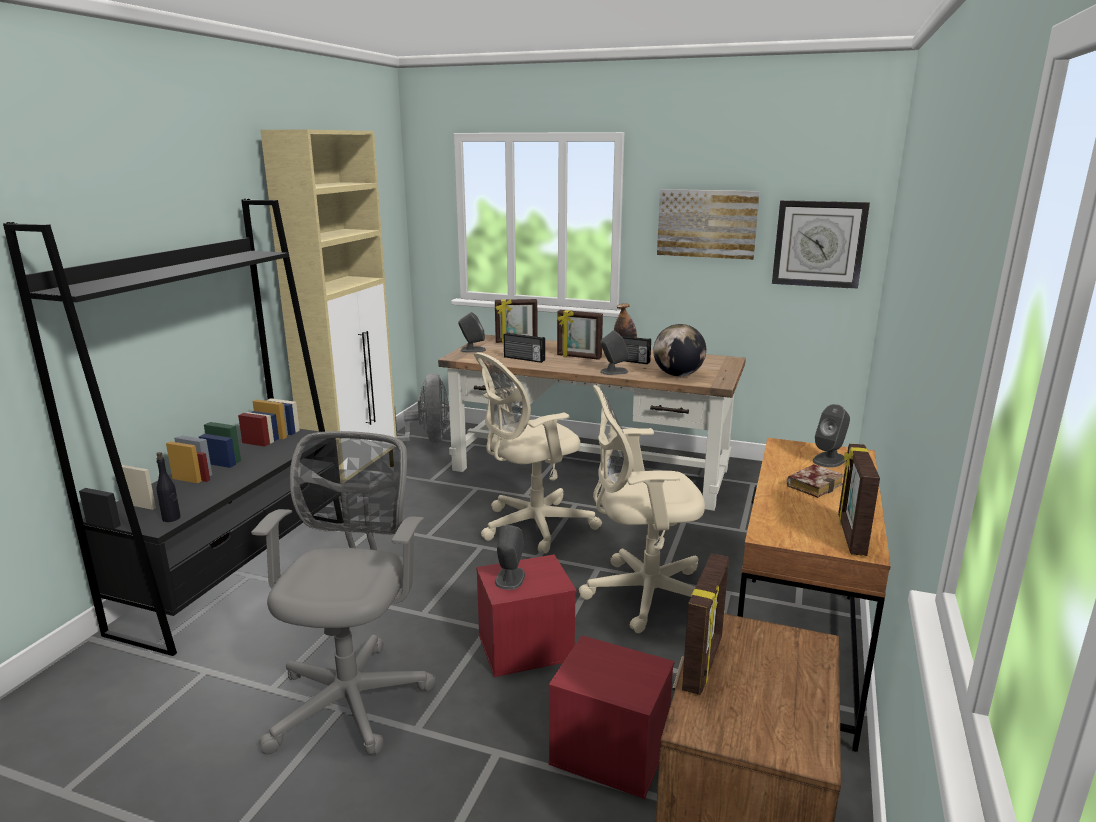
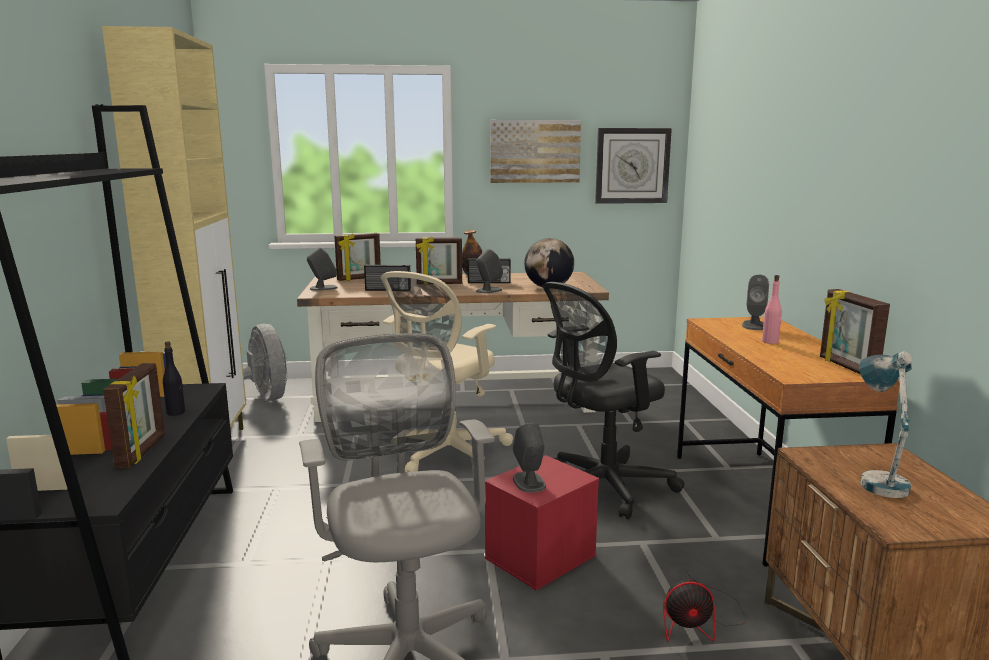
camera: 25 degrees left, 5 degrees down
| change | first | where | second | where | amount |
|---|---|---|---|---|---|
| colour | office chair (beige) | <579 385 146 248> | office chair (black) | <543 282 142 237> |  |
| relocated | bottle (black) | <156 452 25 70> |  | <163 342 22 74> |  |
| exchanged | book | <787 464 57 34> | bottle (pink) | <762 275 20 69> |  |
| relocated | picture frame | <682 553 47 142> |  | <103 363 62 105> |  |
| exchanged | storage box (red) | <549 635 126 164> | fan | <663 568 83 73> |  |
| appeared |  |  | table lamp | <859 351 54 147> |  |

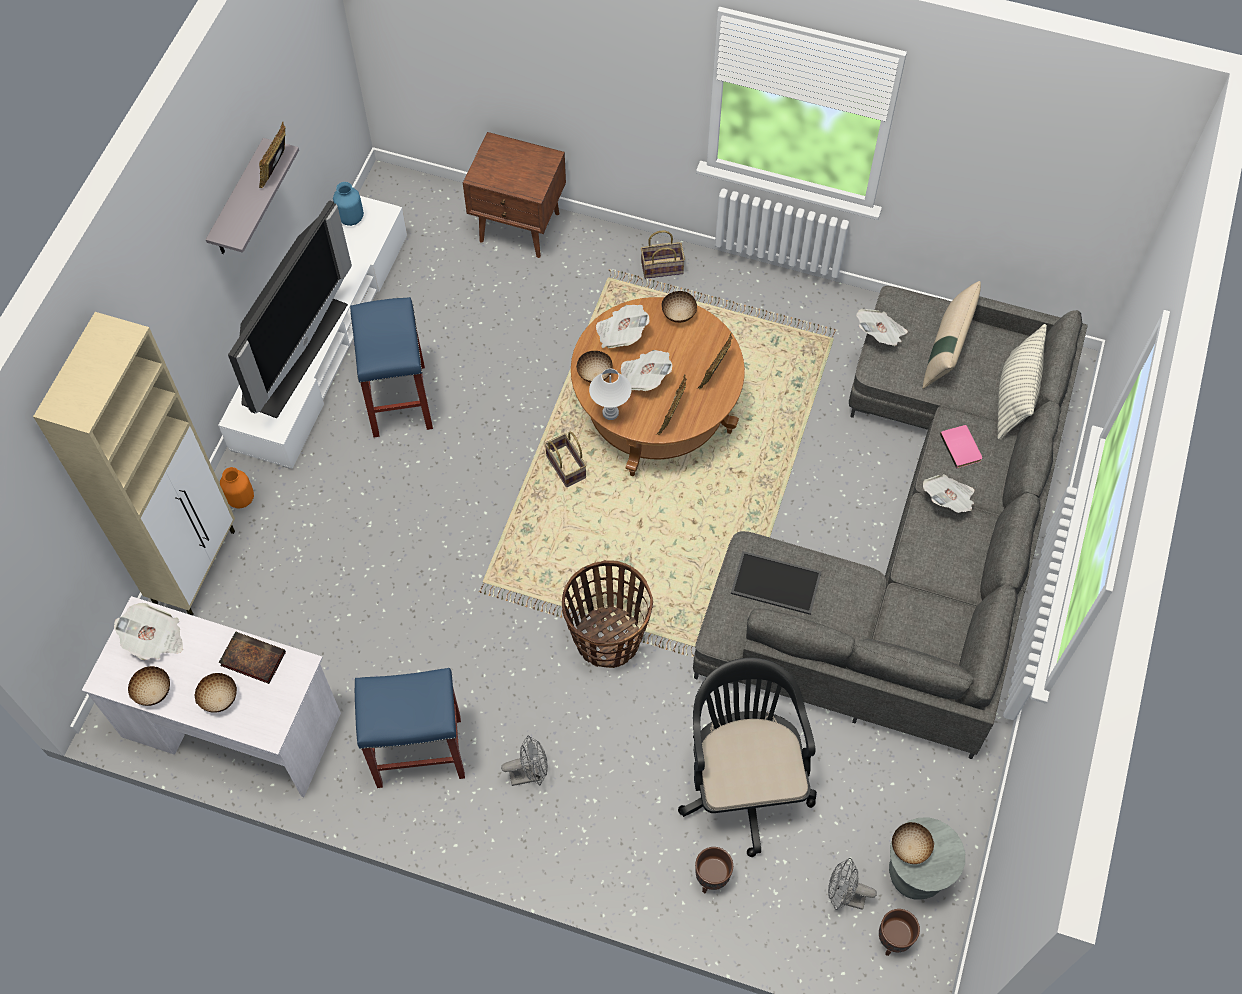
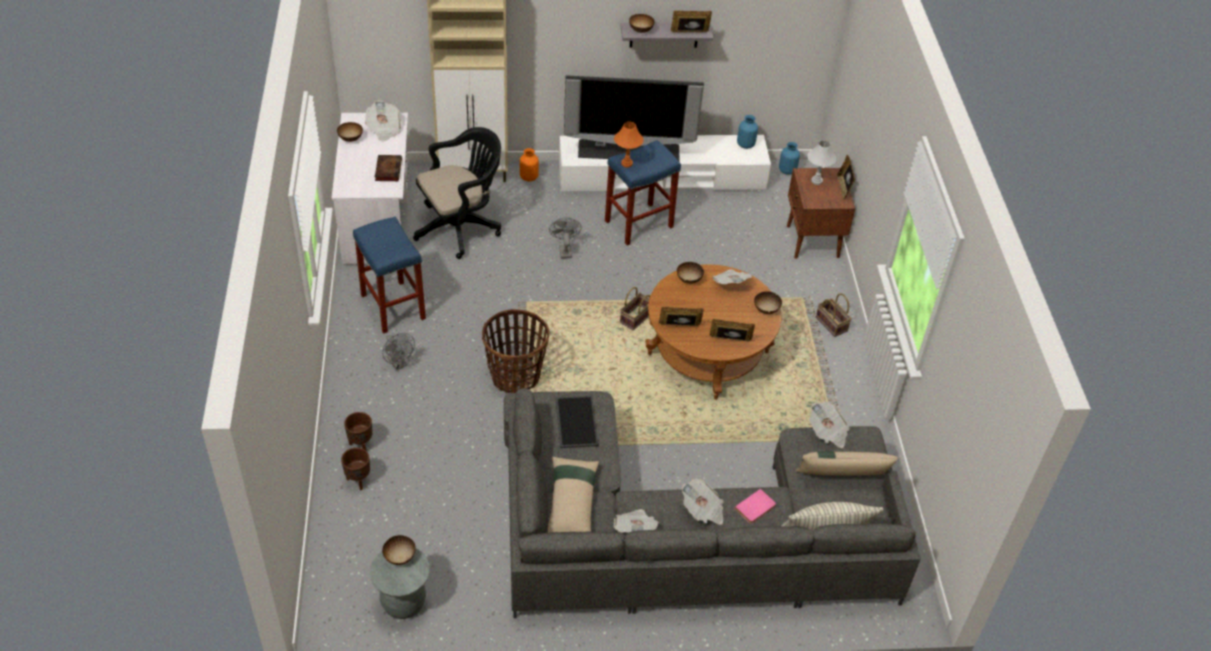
camera: 65 degrees right, 15 degrees down
| change | first | where | second | where | amount |
|---|---|---|---|---|---|
| relocated | newspaper | <621 350 51 41> |  | <613 509 46 24> |  |
| relocated | table lamp (white) | <589 369 43 51> |  | <807 140 29 45> |  |
| relocated | office chair (black) | <678 658 139 199> |  | <413 127 88 132> |  |
| relocated | bowl | <195 673 42 40> |  | <629 14 26 19> |  |
| relocated | fan (grey) | <828 858 49 52> |  | <549 217 32 42> |  |
| relocated | planter (brown) | <879 909 41 47> |  | <344 412 28 38> |  |
| appeared |  |  | table lamp (orange) | <614 122 30 46> |  |
| appeared |  |  | vase (blue) | <779 142 21 33> |  |
| appeared |  |  | picture frame | <837 155 18 44> |  |
| appeared |  |  | pillow (beige) | <548 457 51 76> |  |

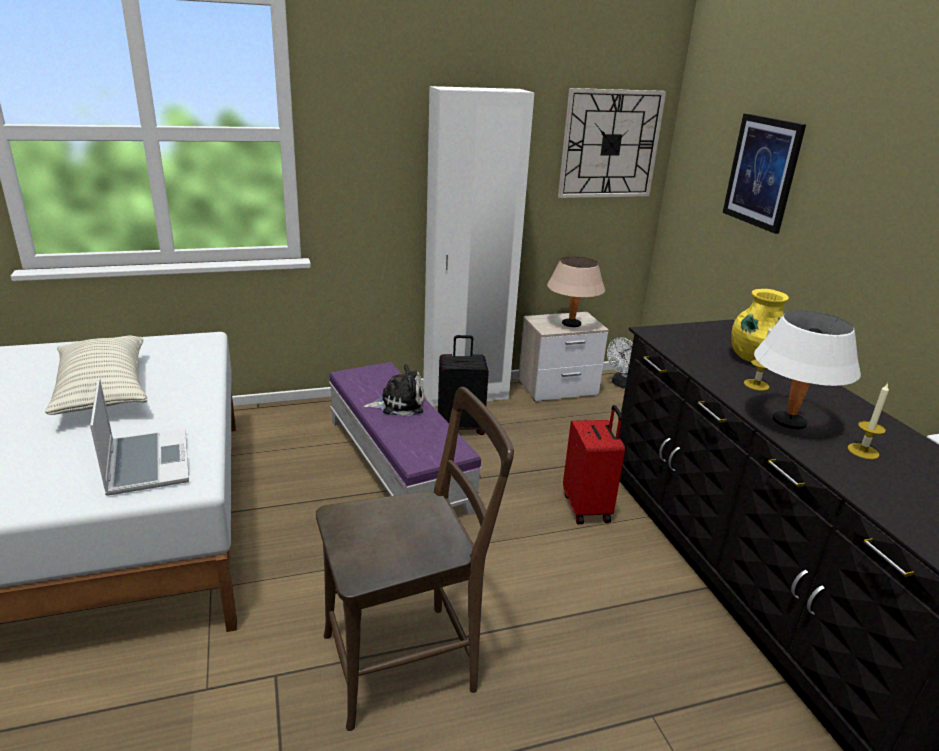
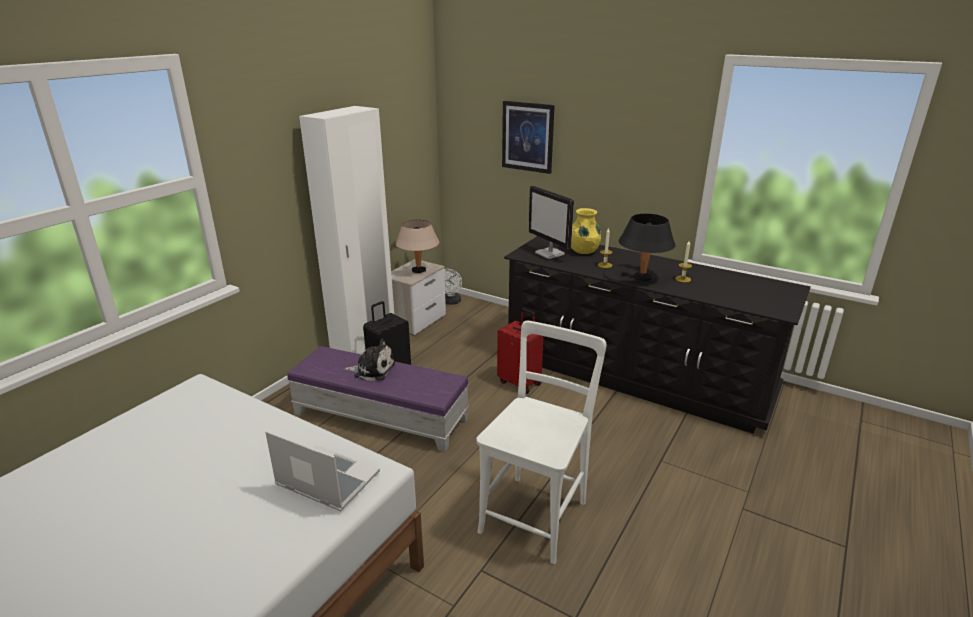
camera: 40 degrees left, 0 degrees up
| change | first | where | second | where | amount |
|---|---|---|---|---|---|
| missing | wall clock | <558 88 108 110> |  |  |  |
| colour | table lamp (white) | <754 310 107 119> | table lamp (black) | <619 214 56 67> |  |
| missing | pillow | <45 335 102 80> |  |  |  |
| spun | plush toy | <363 364 61 52> |  | <344 339 51 42> | 60 degrees clockwise |
| colour | chair (brown) | <316 387 198 344> | chair (white) | <476 321 130 243> |  |
| appeared |  |  | monitor | <529 186 45 73> |  |

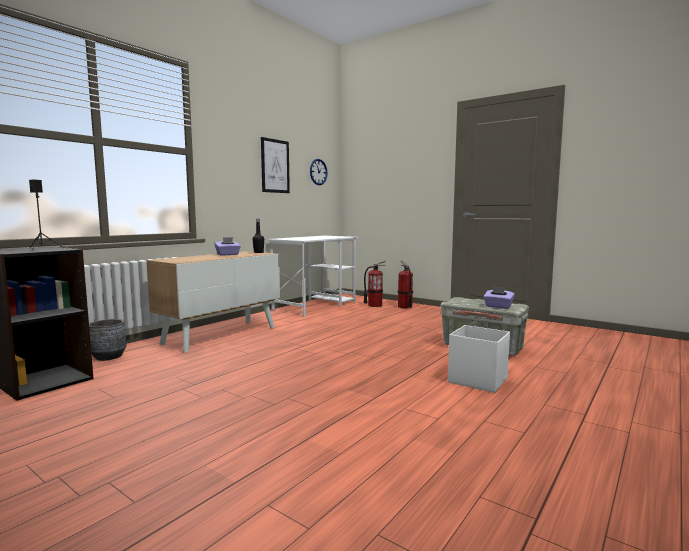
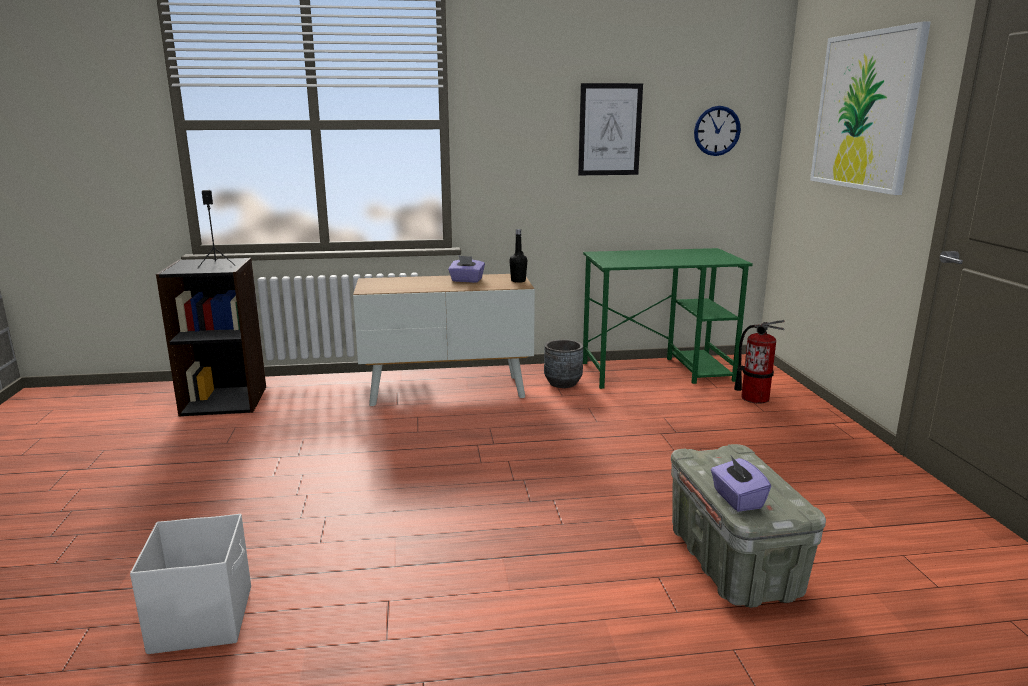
camera: 45 degrees right, 10 degrees up
| change | first | where | second | where | amount |
|---|---|---|---|---|---|
| colour | desk (white) | <268 236 90 80> | desk (green) | <583 248 170 141> |  |
| missing | fire extinguisher | <398 260 15 48> |  |  |  |
| relocated | planter (grey) | <89 319 38 42> |  | <544 339 39 49> |  |
| relocated | storage box (white) | <448 325 62 68> |  | <130 514 121 140> |  |
| appeared |  |  | picture | <810 22 121 173> |  |

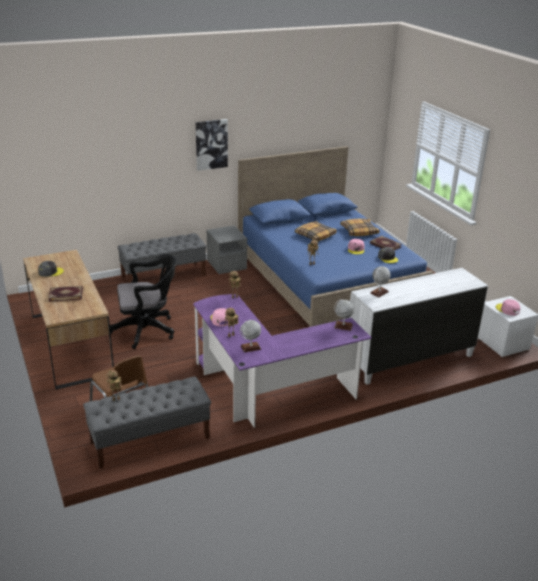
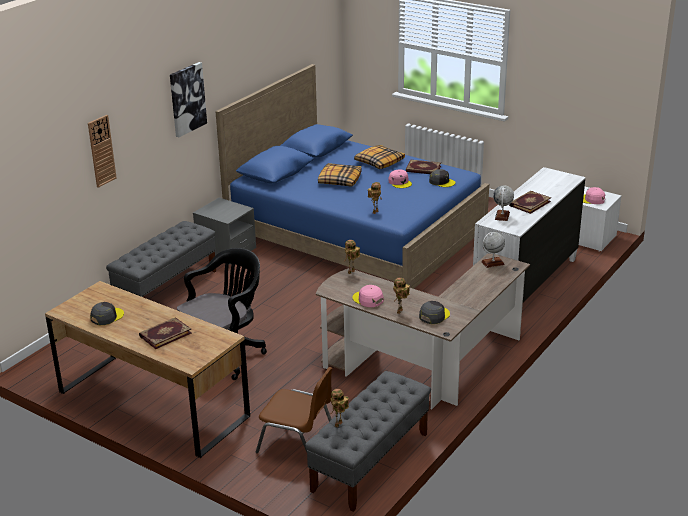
camera: 30 degrees left, 0 degrees up
| change | first | where | second | where | amount |
|---|---|---|---|---|---|
| colour | desk (purple) | <193 294 179 134> | desk (brown) | <316 253 214 156> |  |
| exchanged | globe | <240 320 21 33> | cap (grey) | <419 301 31 23> |  |
| appeared |  |  | wall clock | <88 115 29 73> |  |
| appeared |  |  | book | <509 191 42 23> |  |

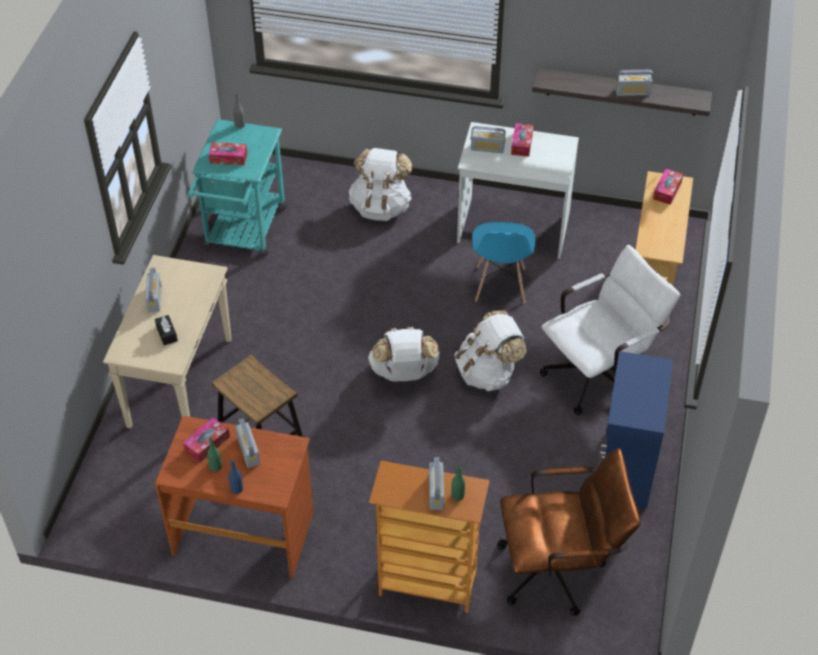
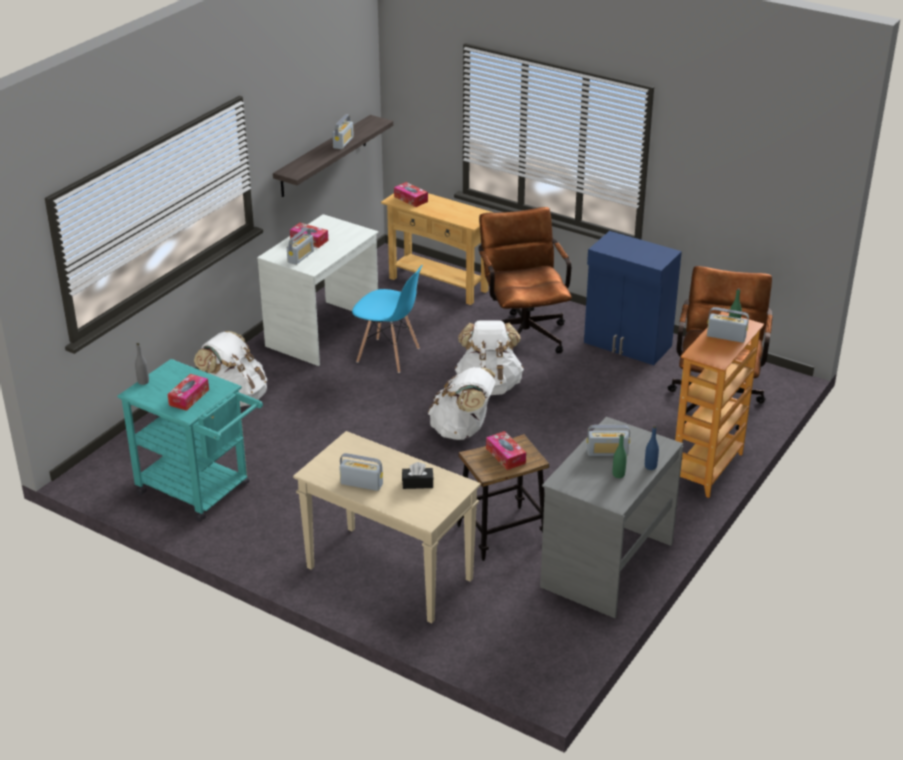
camera: 70 degrees left, 15 degrees down
| change | first | where | second | where | amount |
|---|---|---|---|---|---|
| colour | office chair (white) | <540 245 140 170> | office chair (brown) | <478 207 94 146> |  |
| colour | desk (brown) | <155 416 159 162> | desk (grey) | <540 417 143 201> |  |
| relocated | tissue box | <183 417 47 46> |  | <486 431 40 39> |  |

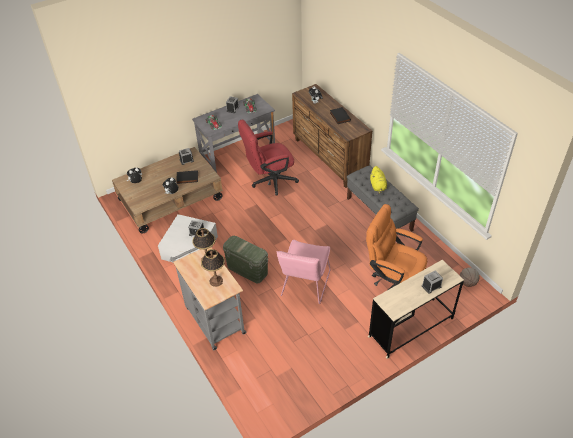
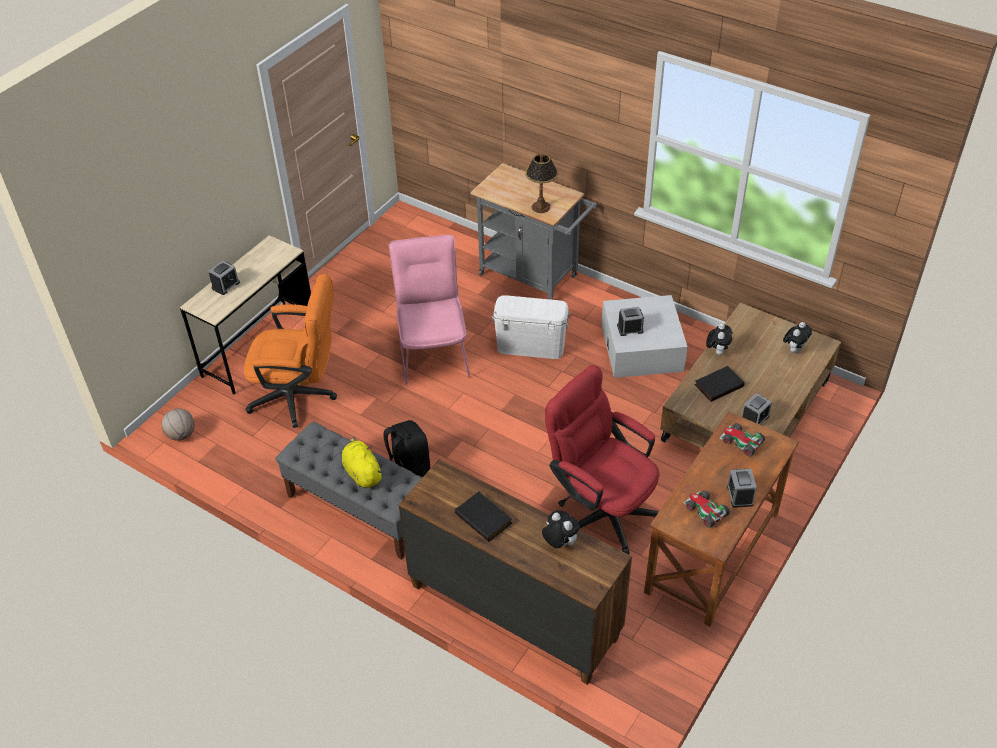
camera: 155 degrees right, 0 degrees up
| change | first | where | second | where | amount |
|---|---|---|---|---|---|
| colour | desk (grey) | <192 94 83 79> | desk (brown) | <644 411 155 216> |  |
| spun | office chair (red) | <238 120 61 76> |  | <545 365 115 189> | 90 degrees counterclockwise |
| colour | storage box (green) | <223 236 46 48> | storage box (white) | <492 295 78 64> |  |
| missing | table lamp | <201 249 24 38> |  |  |  |
| appeared |  |  | backpack (black) | <383 420 47 57> |  |

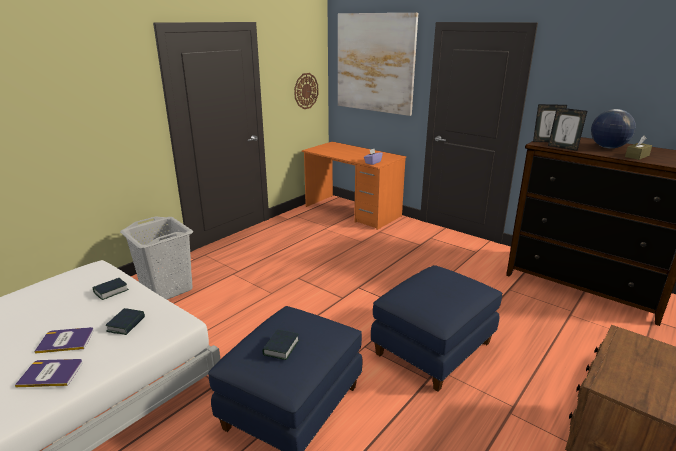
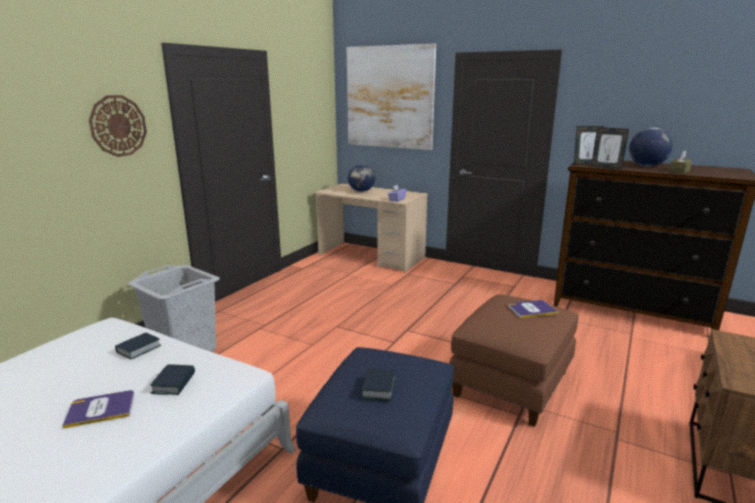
camera: 10 degrees left, 5 degrees down
| change | first | where | second | where | amount |
|---|---|---|---|---|---|
| relocated | wall clock | <294 73 24 36> |  | <89 95 58 62> |  |
| colour | desk (orange) | <302 142 104 88> | desk (beige) | <314 184 114 88> |  |
| colour | ottoman (blue) | <371 265 131 127> | ottoman (brown) | <449 294 130 133> |  |
| relocated | book | <15 359 68 28> |  | <508 300 50 18> |  |
| appeared |  |  | globe | <348 164 27 28> |  |

